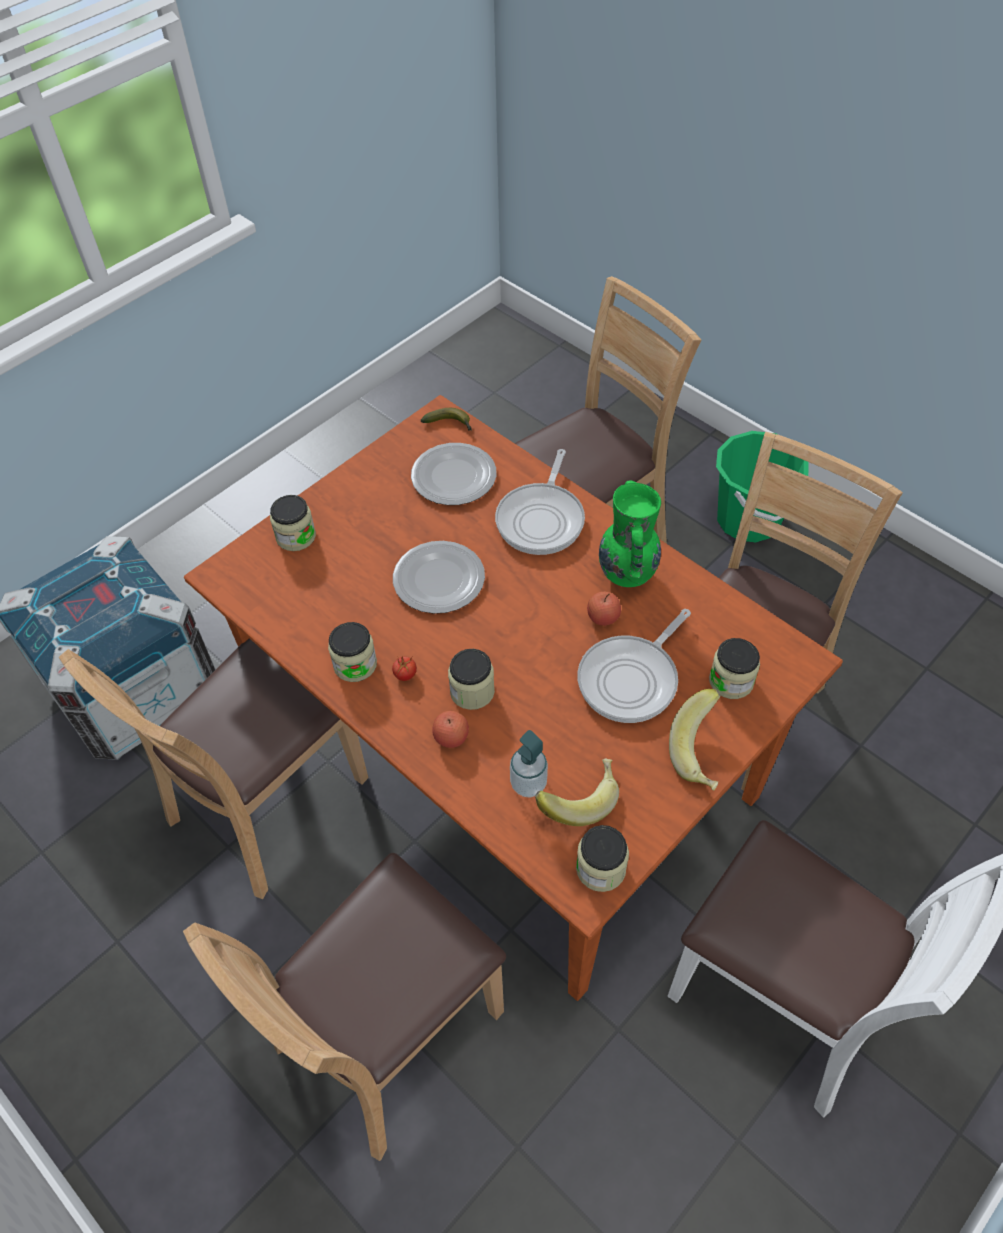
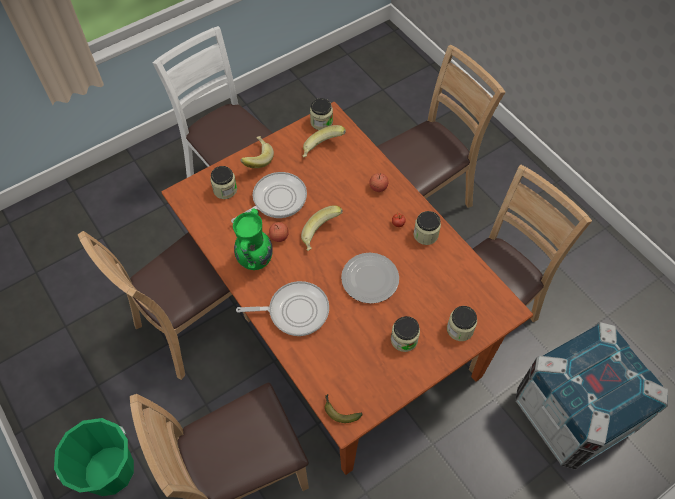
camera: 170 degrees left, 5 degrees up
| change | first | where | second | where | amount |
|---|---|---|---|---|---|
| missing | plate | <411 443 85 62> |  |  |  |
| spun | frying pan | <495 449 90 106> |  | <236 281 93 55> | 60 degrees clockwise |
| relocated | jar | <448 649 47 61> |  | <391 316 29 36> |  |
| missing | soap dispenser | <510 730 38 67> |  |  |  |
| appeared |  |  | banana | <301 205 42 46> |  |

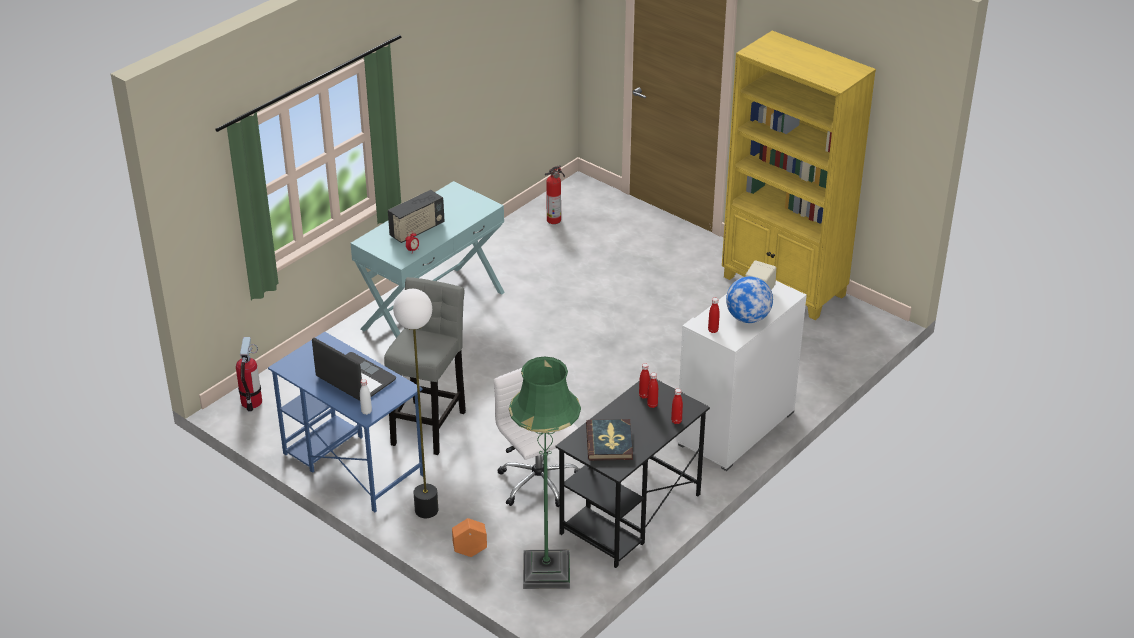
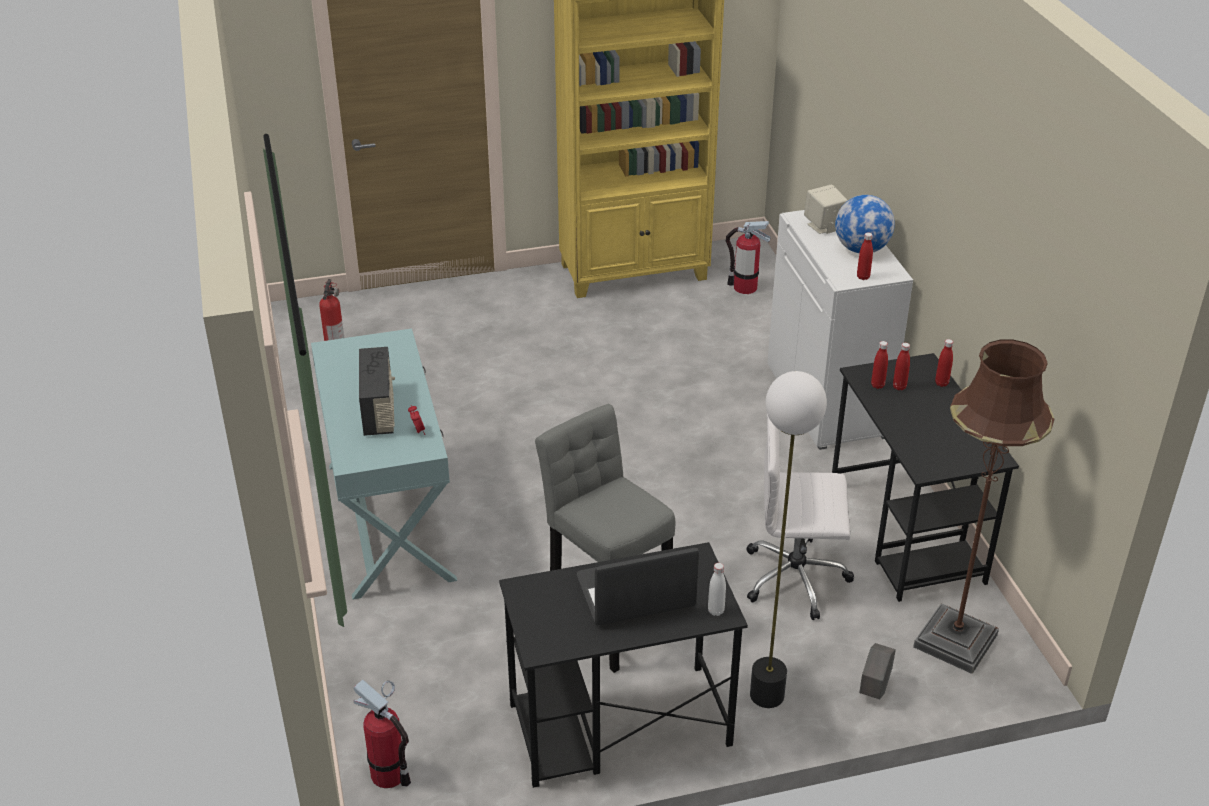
camera: 55 degrees left, 0 degrees up
| change | first | where | second | where | amount |
|---|---|---|---|---|---|
| colour | desk (blue) | <268 332 155 180> | desk (black) | <499 542 249 246> |  |
| colour | floor lamp (green) | <509 356 72 233> | floor lamp (brown) | <913 339 141 335> |  |
| missing | book | <586 419 47 42> |  |  |  |
| colour | planter (orange) | <452 518 35 39> | planter (grey) | <859 643 37 56> |  |
| appeared |  |  | fire extinguisher | <726 221 45 73> |  |

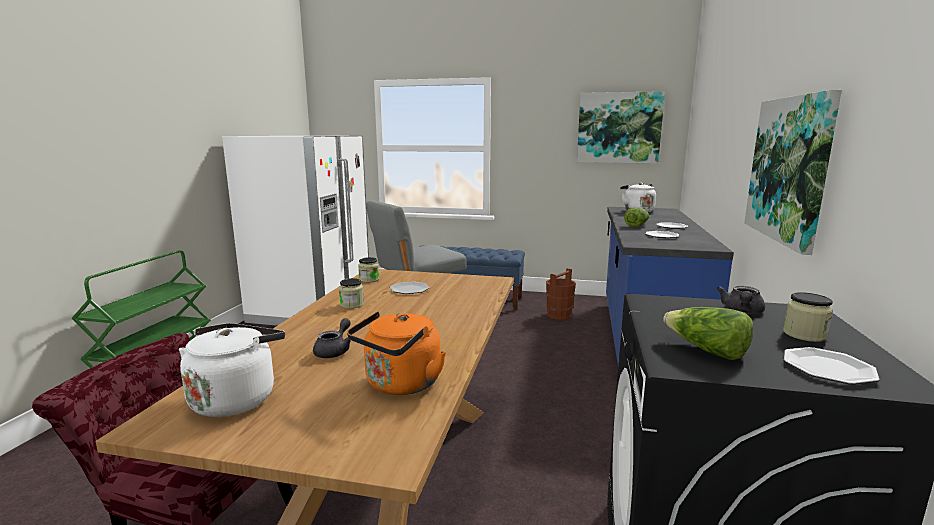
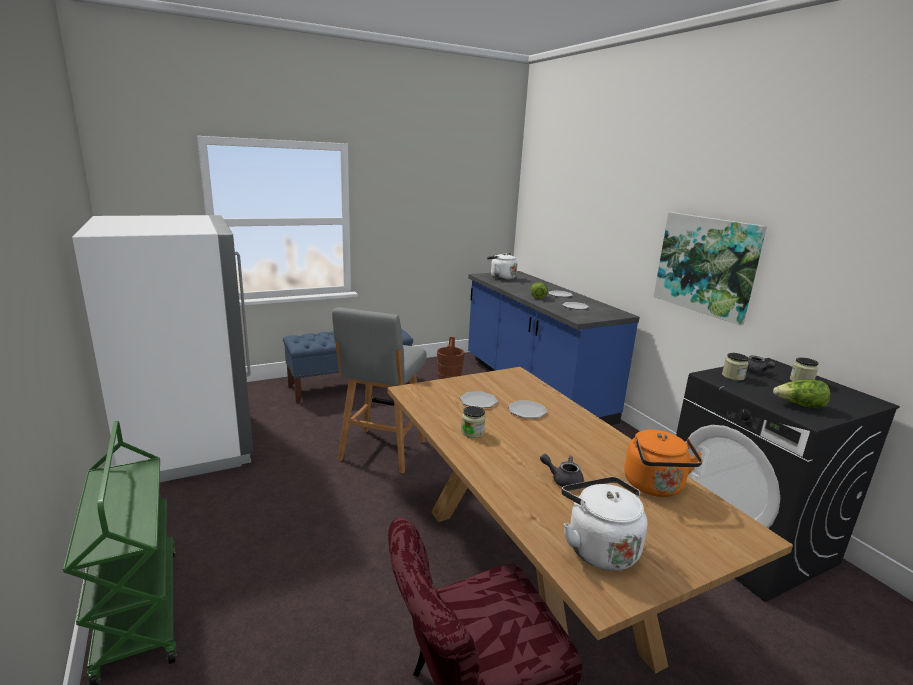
camera: 40 degrees left, 5 degrees up
| change | first | where | second | where | amount |
|---|---|---|---|---|---|
| missing | picture | <577 91 88 72> |  |  |  |
| relocated | jar | <358 257 21 26> |  | <722 353 27 28> |  |
| spun | teapot (grey) | <313 318 38 40> |  | <540 454 44 33> | 45 degrees counterclockwise |
| relocated | plate | <784 347 95 38> |  | <508 401 39 17> |  |

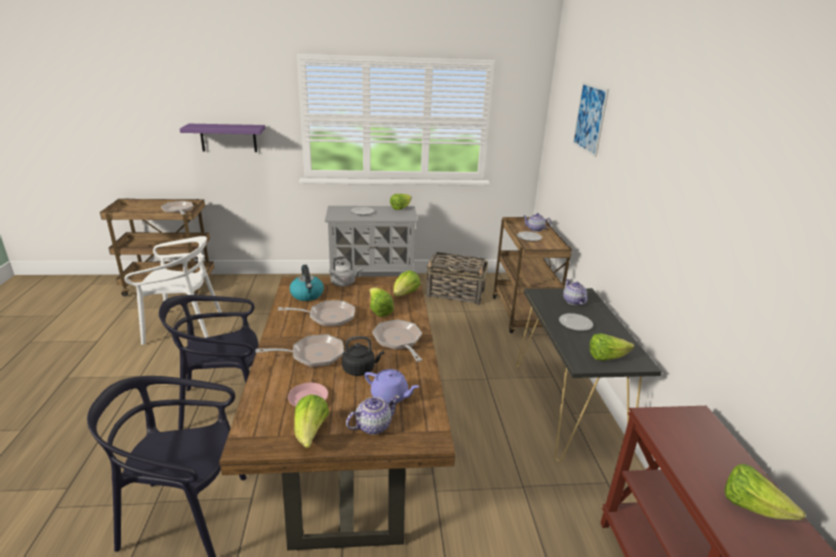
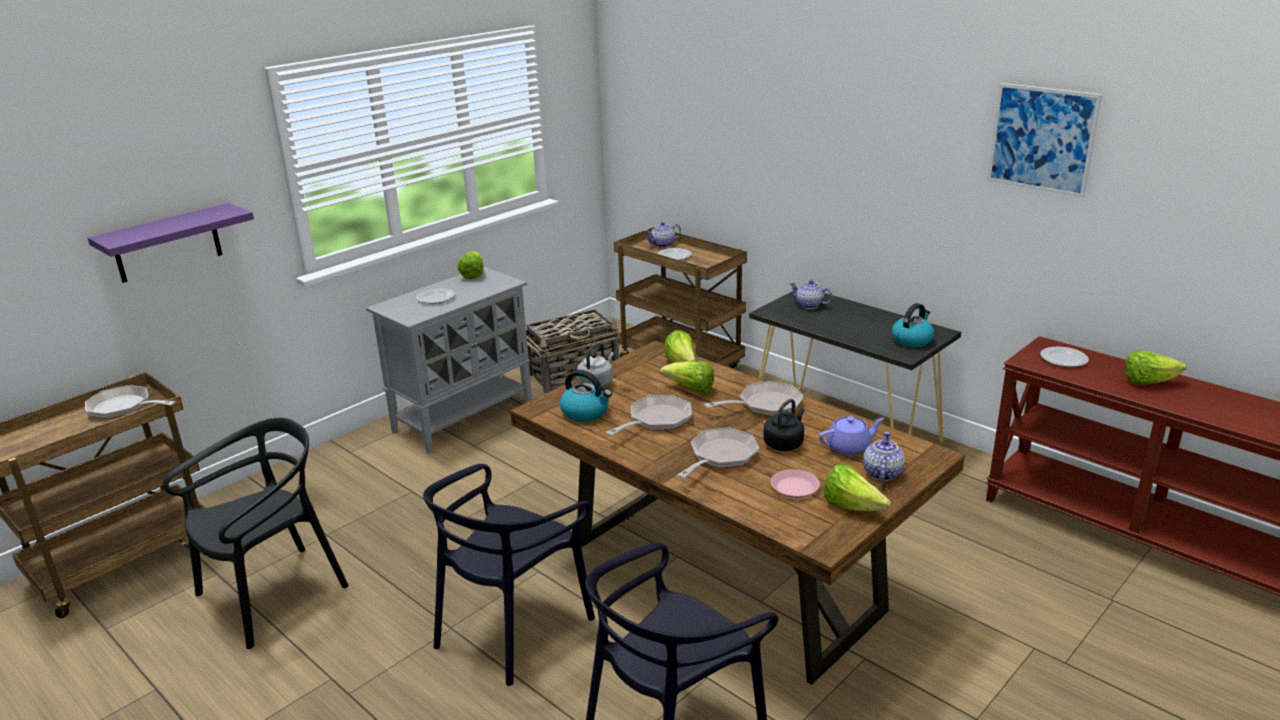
camera: 40 degrees left, 0 degrees up
| change | first | where | second | where | amount |
|---|---|---|---|---|---|
| relocated | picture | <573 82 36 75> |  | <987 83 115 115> |  |
| colour | chair (white) | <124 236 98 109> | chair (black) | <163 418 185 231> |  |
| relocated | plate | <559 313 34 18> |  | <1040 347 49 20> |  |
| spun | frying pan | <372 319 50 43> |  | <704 381 100 36> | 135 degrees clockwise |
| exchanged | lettuce | <589 333 45 28> | kettle | <892 303 42 45> |  |

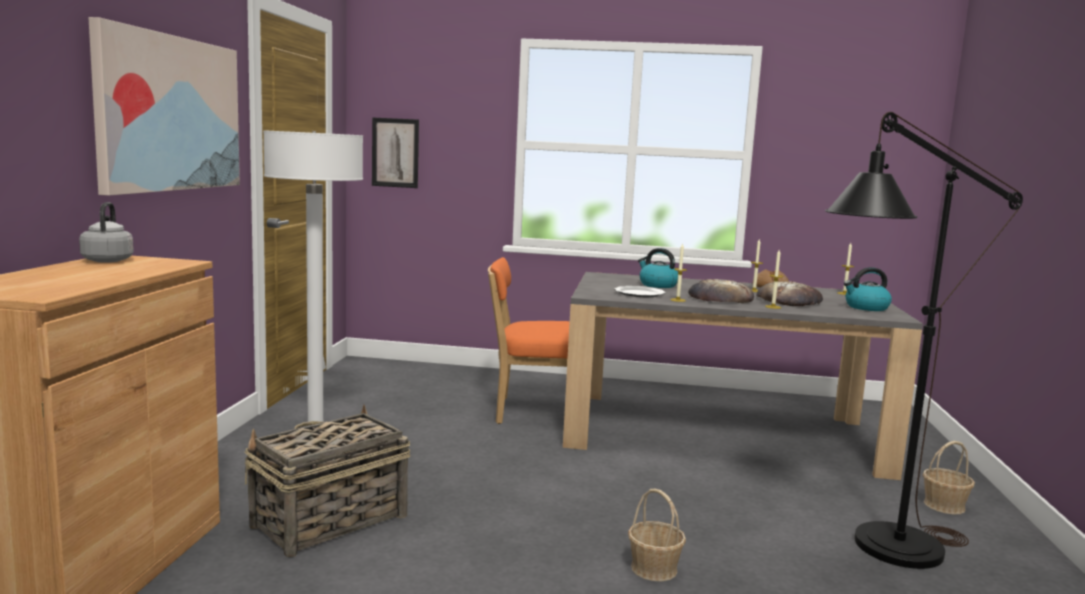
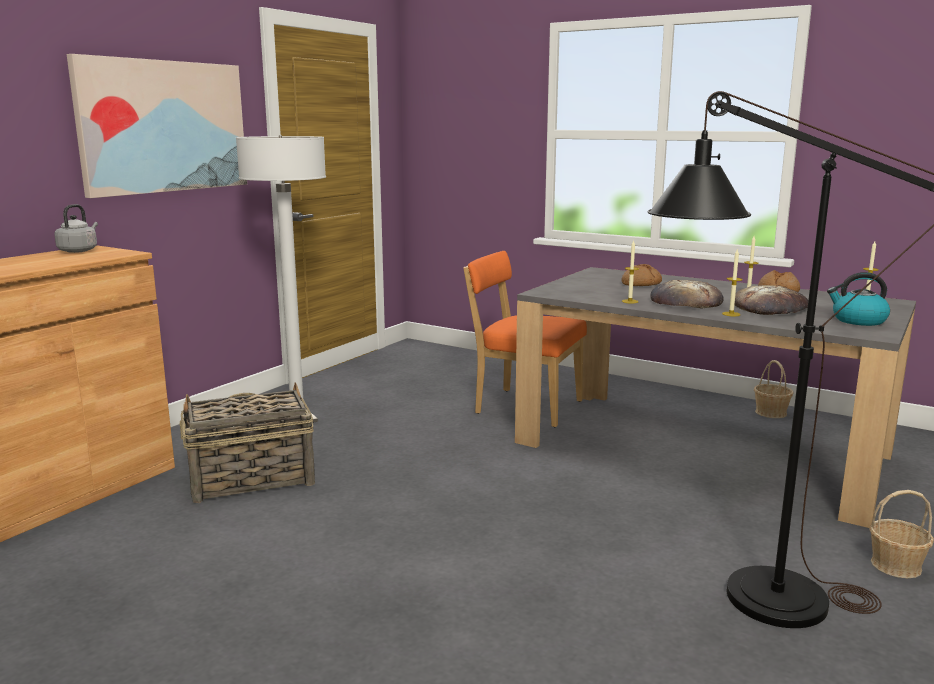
camera: 25 degrees right, 5 degrees up
| change | first | where | second | where | amount |
|---|---|---|---|---|---|
| missing | picture | <372 117 47 71> |  |  |  |
| exchanged | kettle | <638 248 40 40> | bread | <621 264 41 22> |  |
| missing | plate | <614 286 51 11> |  |  |  |
| relocated | basket | <628 489 58 92> |  | <754 360 39 58> |  |

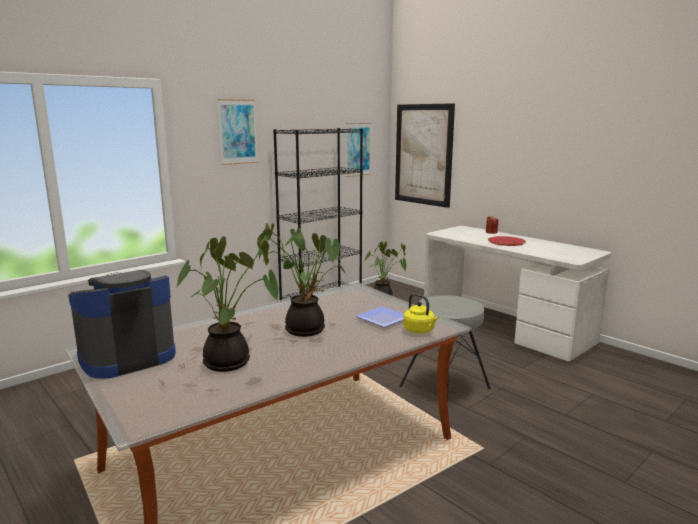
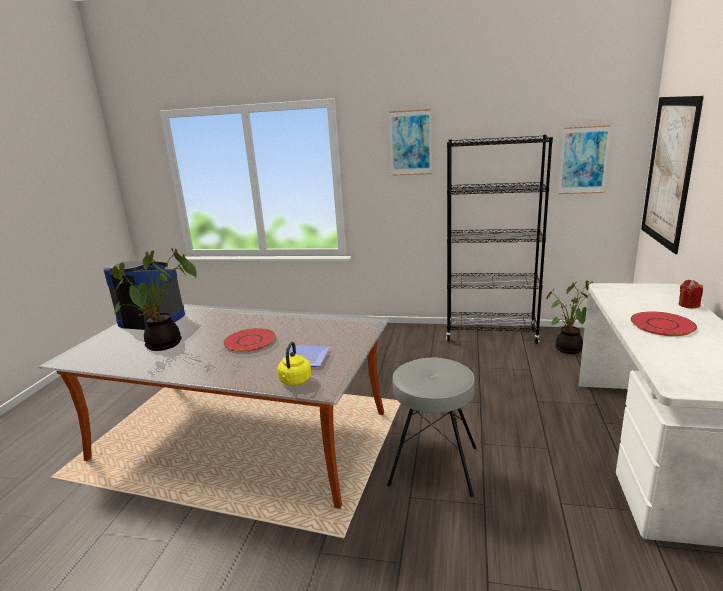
camera: 55 degrees right, 5 degrees up
| change | first | where | second | where | amount |
|---|---|---|---|---|---|
| exchanged | potted plant | <257 223 88 114> | plate (red) | <223 328 53 24> |  |

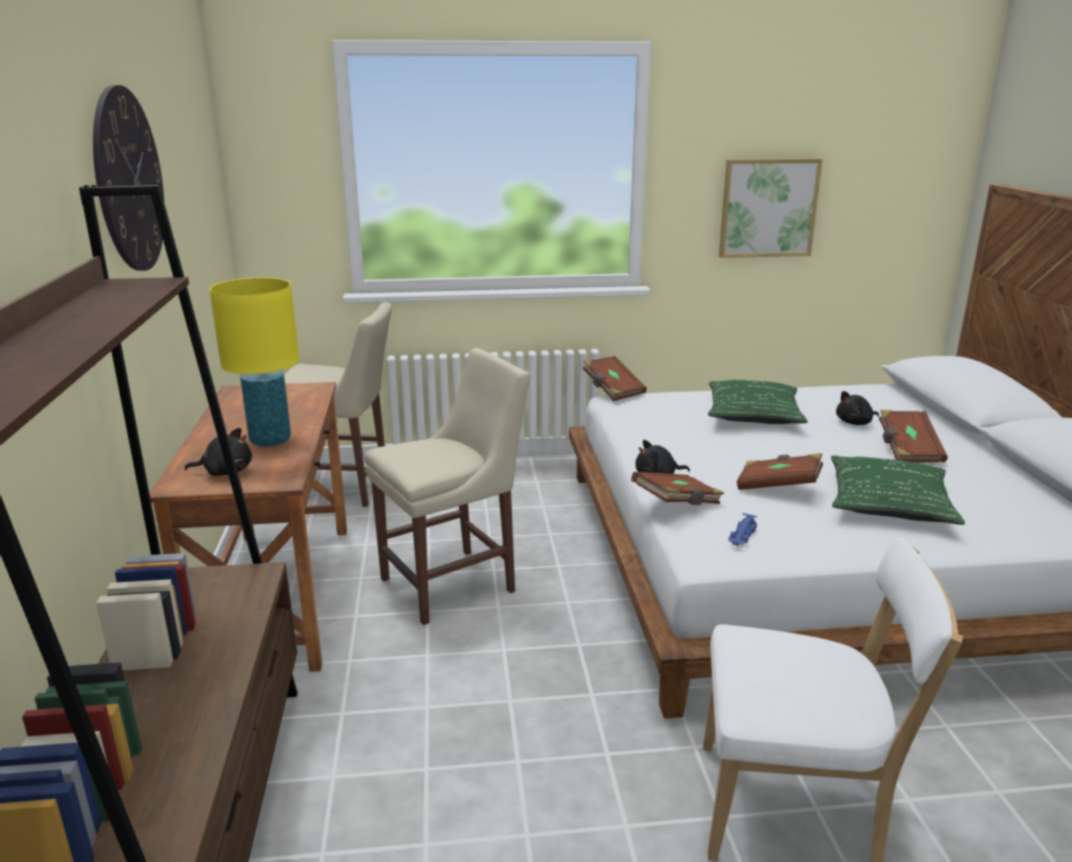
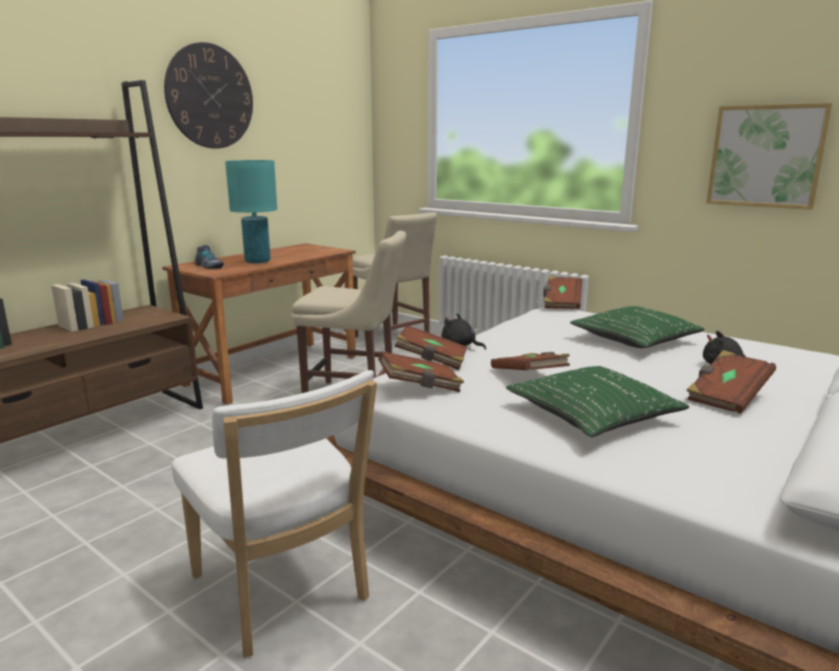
camera: 45 degrees right, 5 degrees down
| change | first | where | second | where | amount |
|---|---|---|---|---|---|
| colour | table lamp (yellow) | <209 278 90 169> | table lamp (turquoise) | <225 160 52 104> |  |
| exchanged | plush toy (black) | <185 428 67 48> | shoe | <195 245 29 24> |  |
| exchanged | toy car (blue) | <728 513 29 33> | book (brown) | <378 351 86 41> |  |

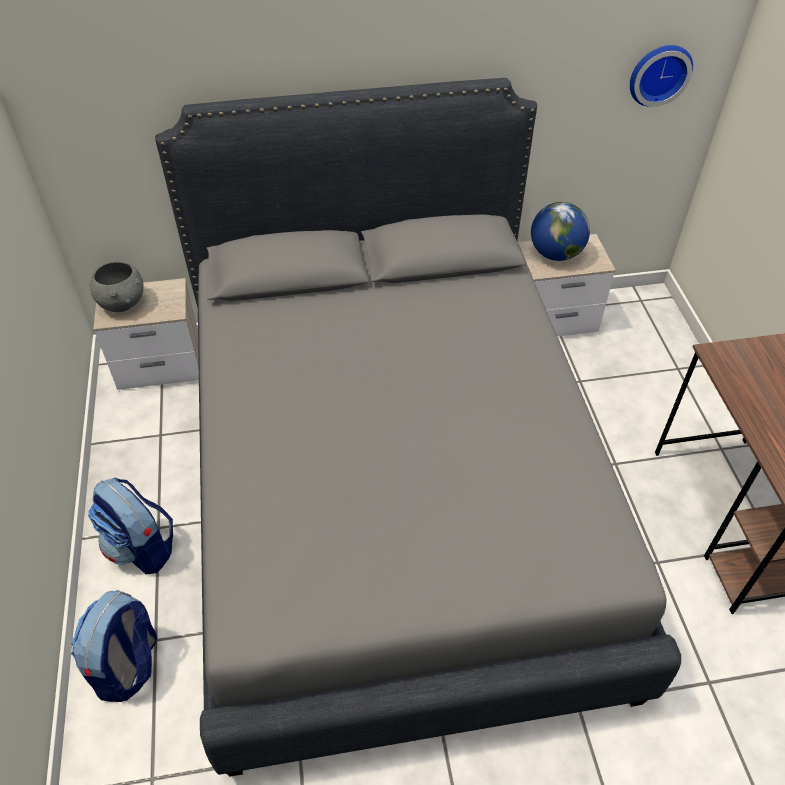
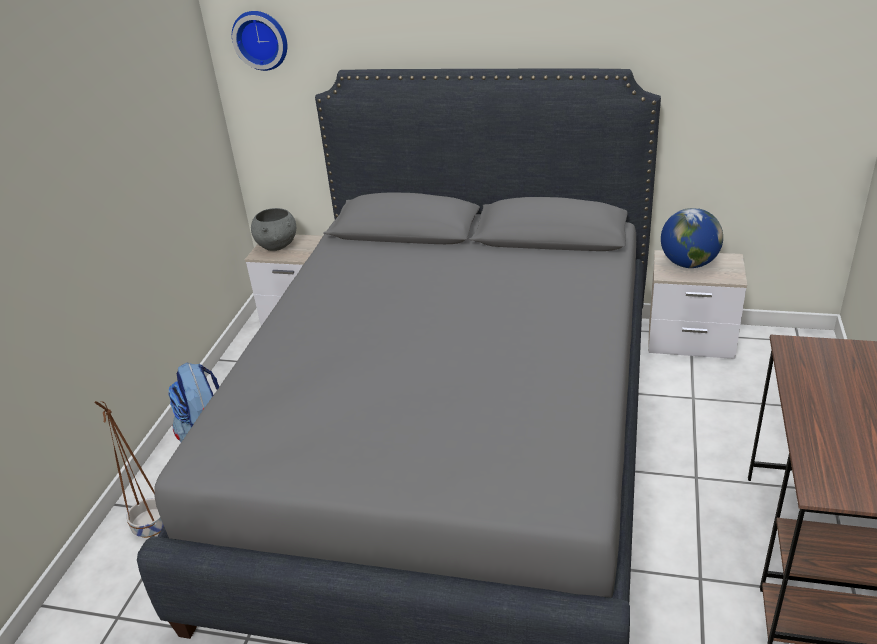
camera: 25 degrees right, 15 degrees down
| change | first | where | second | where | amount |
|---|---|---|---|---|---|
| relocated | wall clock | <630 45 63 62> |  | <232 11 55 60> |  |
| exchanged | backpack | <71 590 86 112> | planter (brown) | <94 401 70 137> |  |

